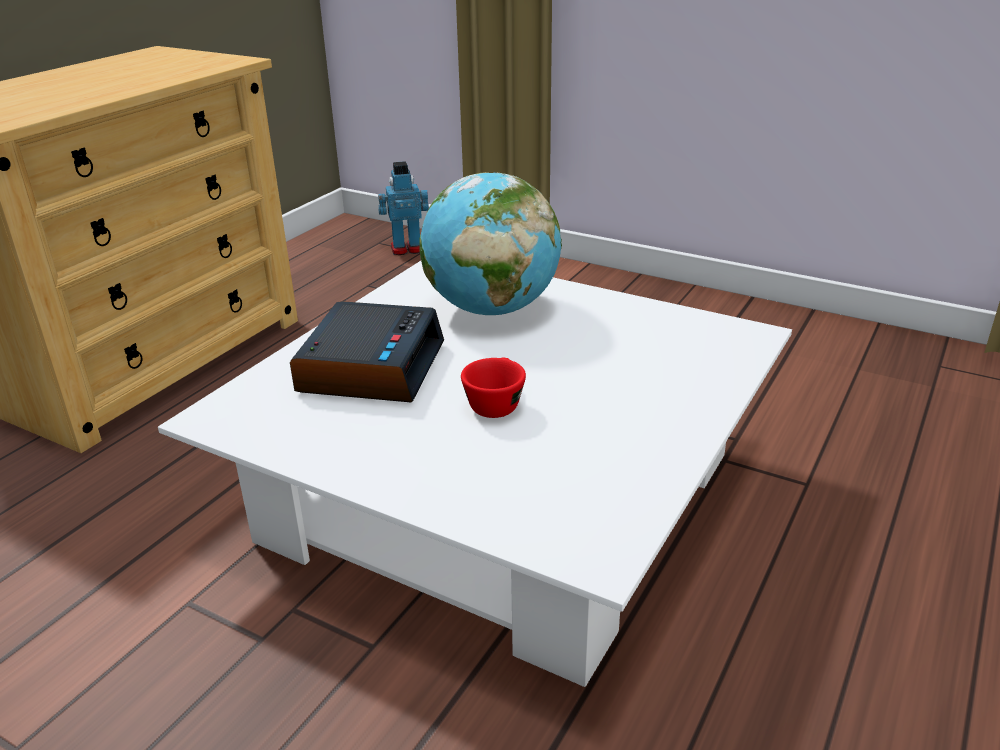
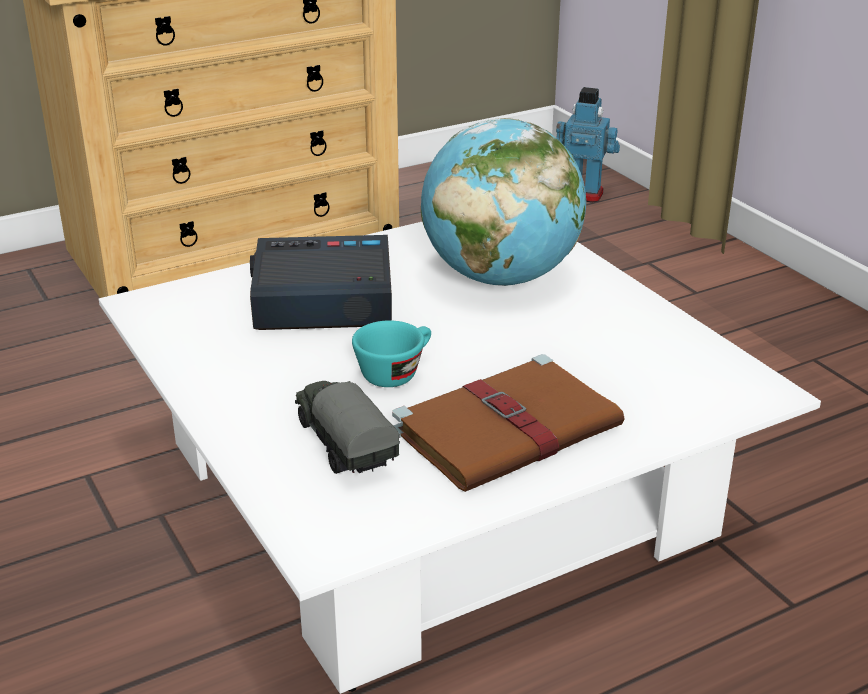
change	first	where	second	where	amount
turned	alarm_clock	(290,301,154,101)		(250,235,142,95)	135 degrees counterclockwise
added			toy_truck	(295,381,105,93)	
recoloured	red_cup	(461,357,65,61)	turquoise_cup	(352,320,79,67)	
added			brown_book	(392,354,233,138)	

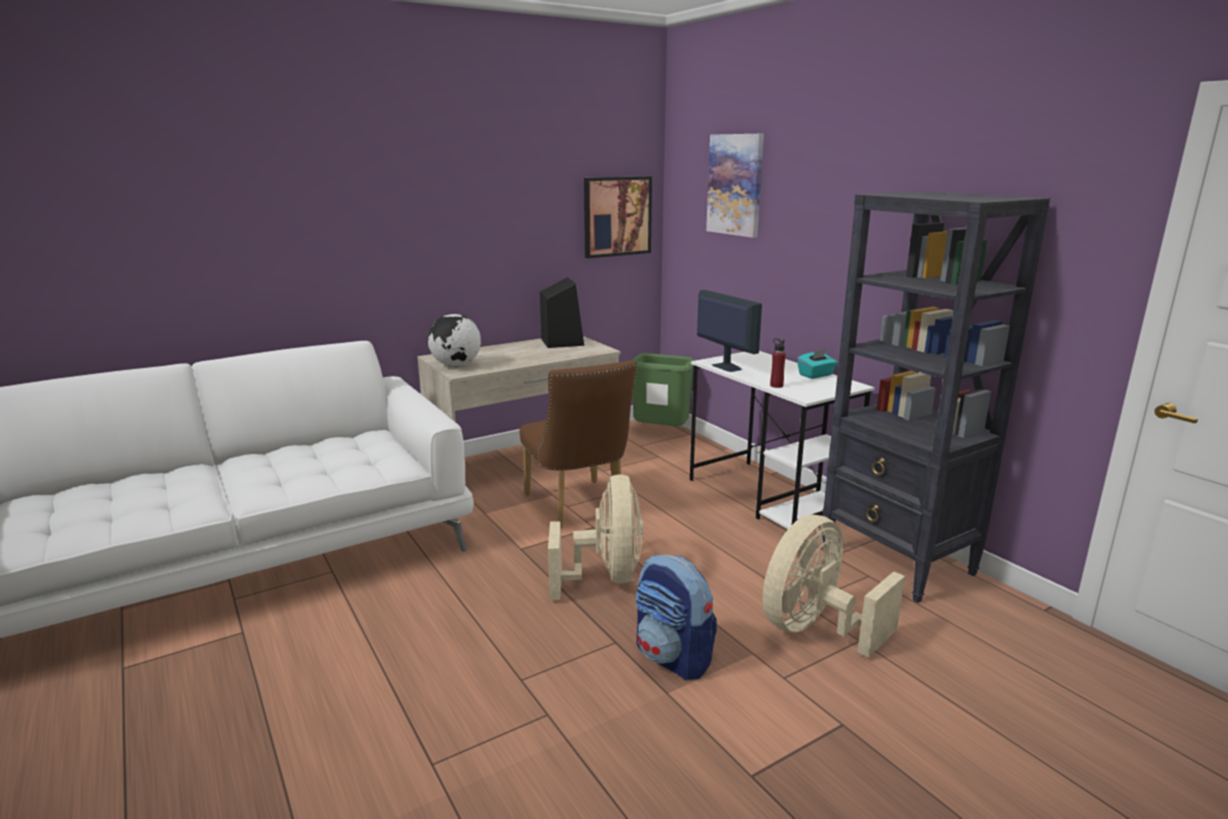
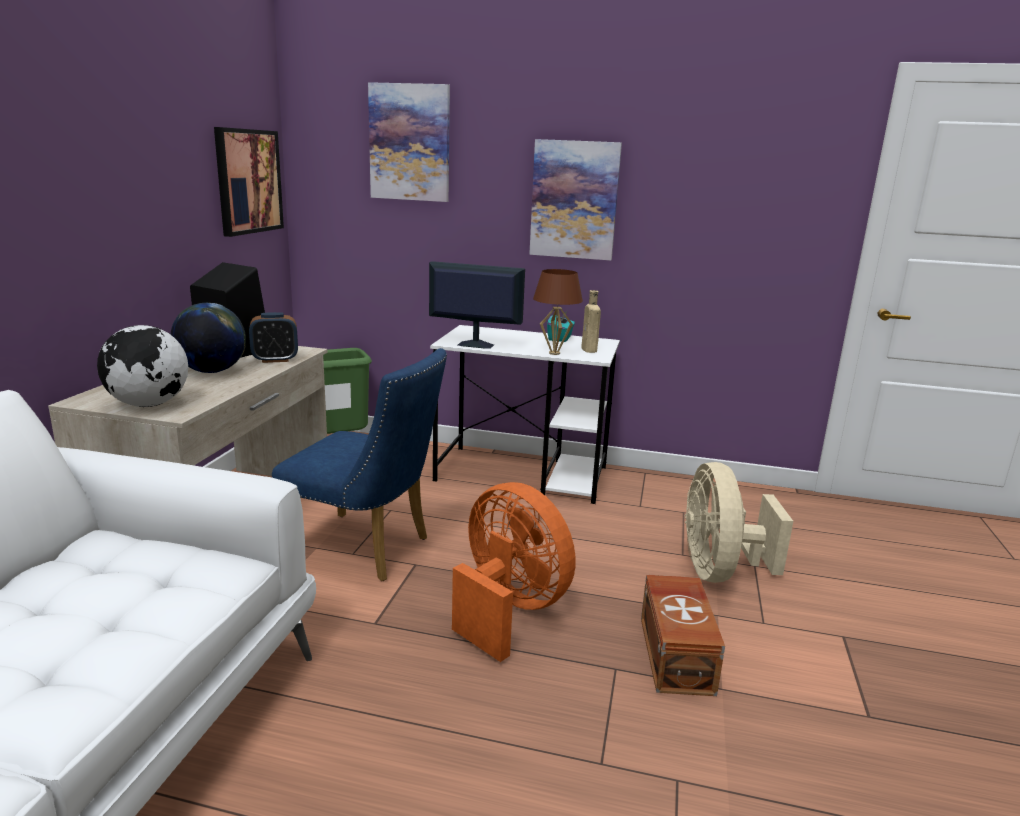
change	first	where	second	where	amount
added			globe	(171,303,75,70)	
added			alarm_clock	(249,312,49,51)	
recoloured	brown_chair	(519,360,118,168)	blue_chair	(272,348,175,233)	
recoloured	beige_fan	(548,475,95,125)	orange_fan	(452,482,124,180)	
added			picture	(529,139,93,121)	
replaced	red_bottle	(770,338,16,50)	brown_table_lamp	(533,269,50,86)	
added			beige_bottle	(581,290,20,63)	
replaced	backpack	(636,555,81,125)	brown_storage_box	(641,575,84,121)	
removed	black_bookcase	(821,191,229,412)			

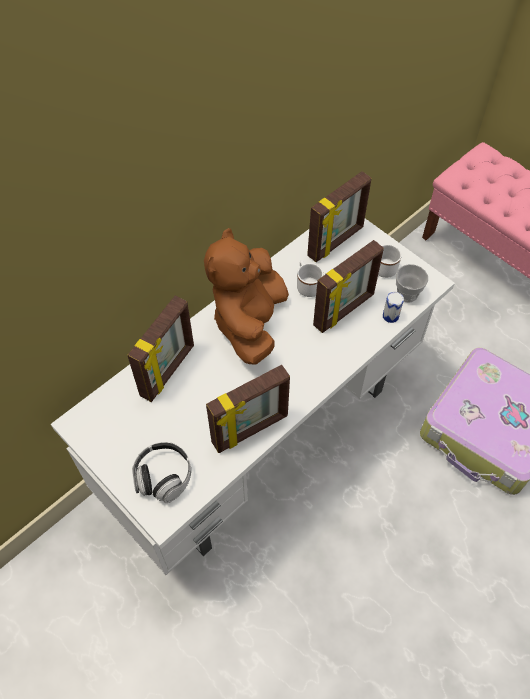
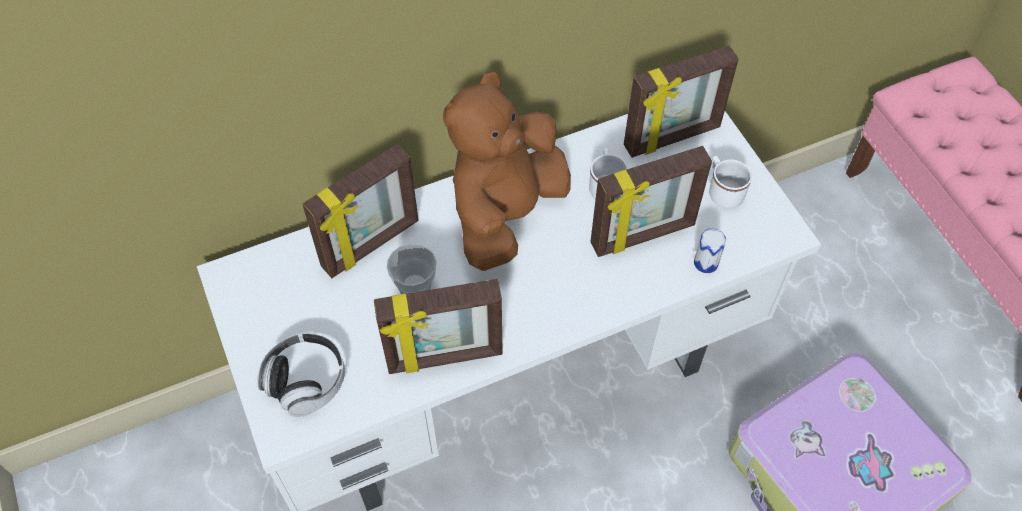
change	first	where	second	where	amount
moved	cup	(396,264,32,39)		(387,244,50,50)	

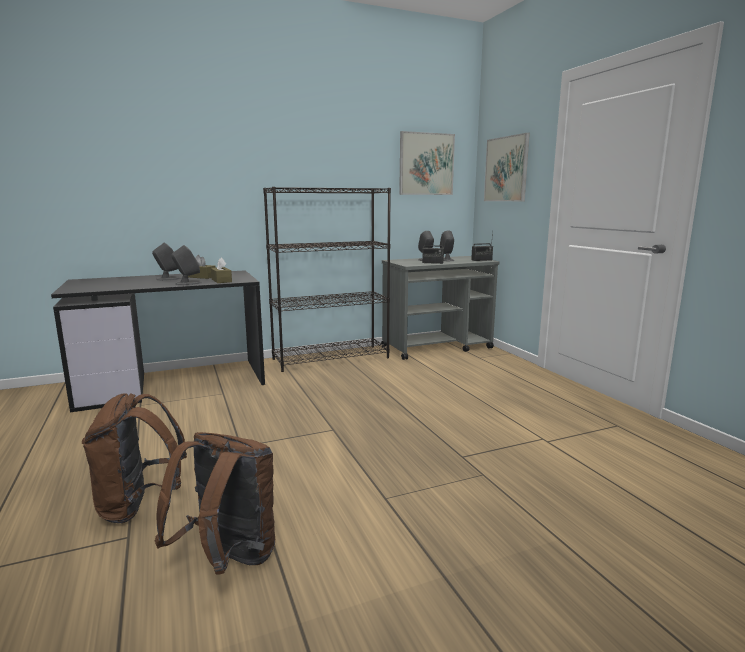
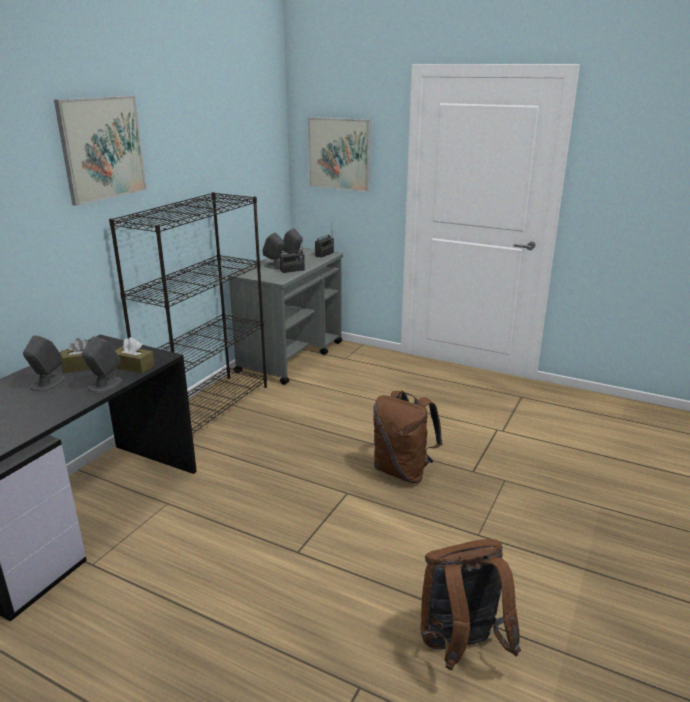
change	first	where	second	where	amount
moved	picture	(399,131,56,64)		(54,96,93,110)	
moved	brown_backpack	(82,393,105,130)		(373,390,69,93)	

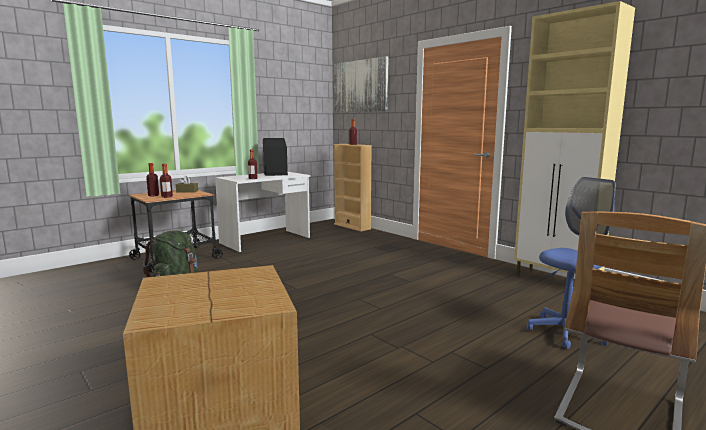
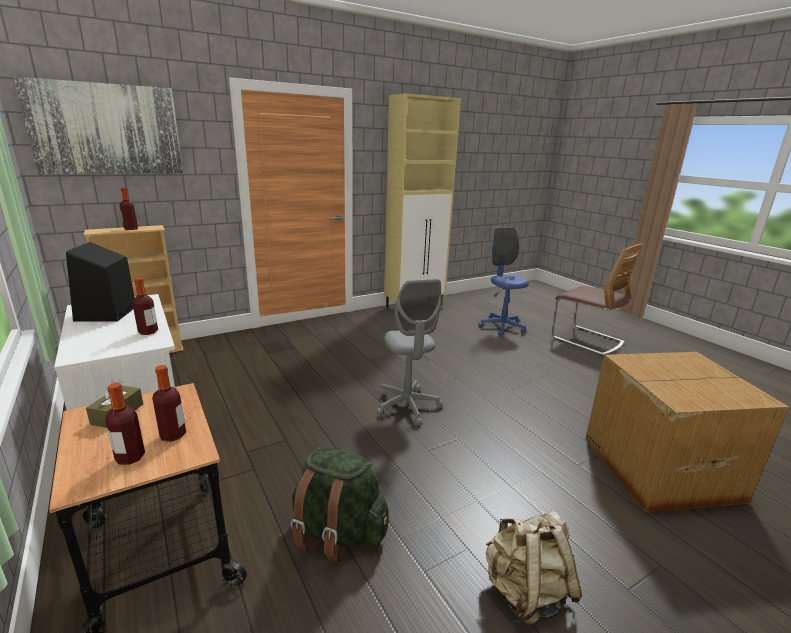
change	first	where	second	where	amount
added			grey_office_chair	(376,279,67,147)	
added			beige_backpack	(486,511,96,114)	

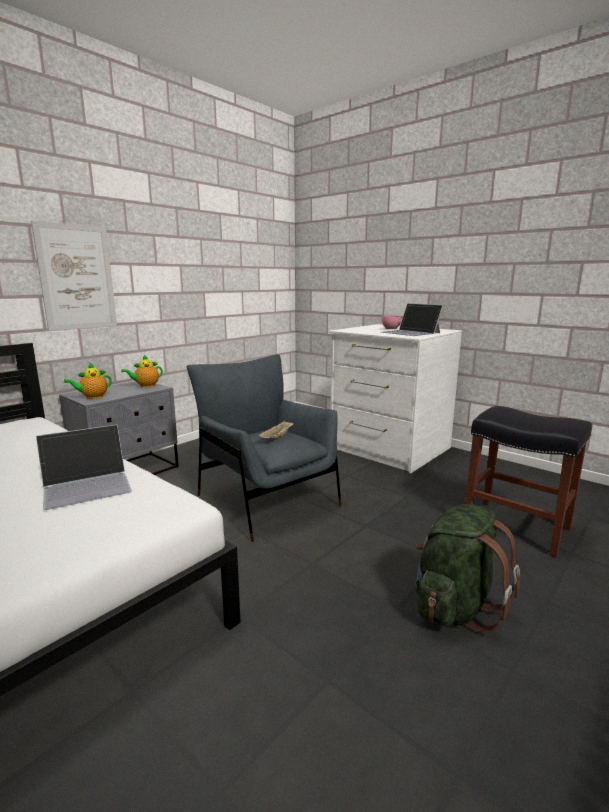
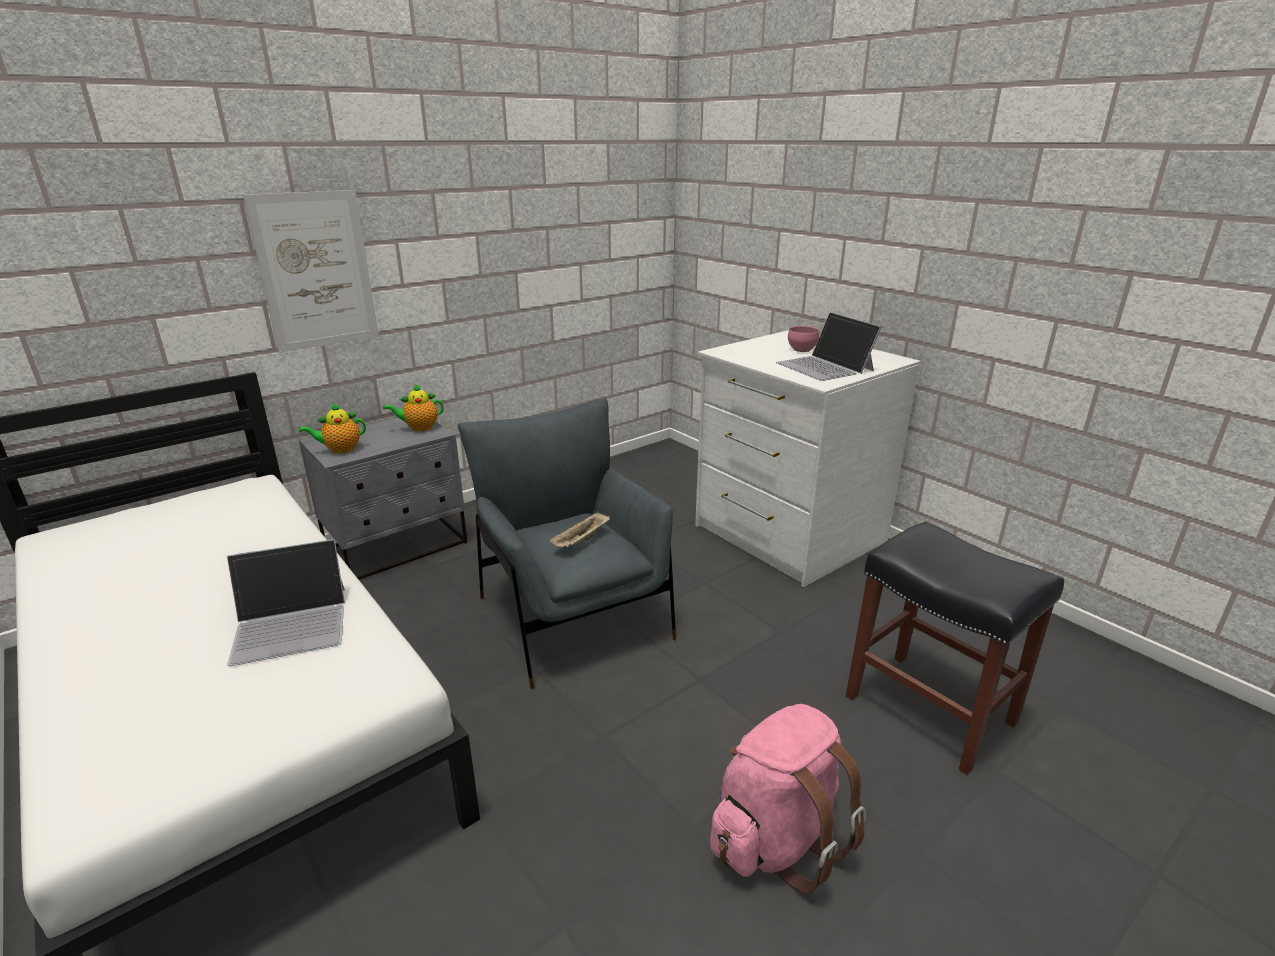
change	first	where	second	where	amount
recoloured	green_backpack	(415,504,105,130)	pink_backpack	(710,704,156,189)	

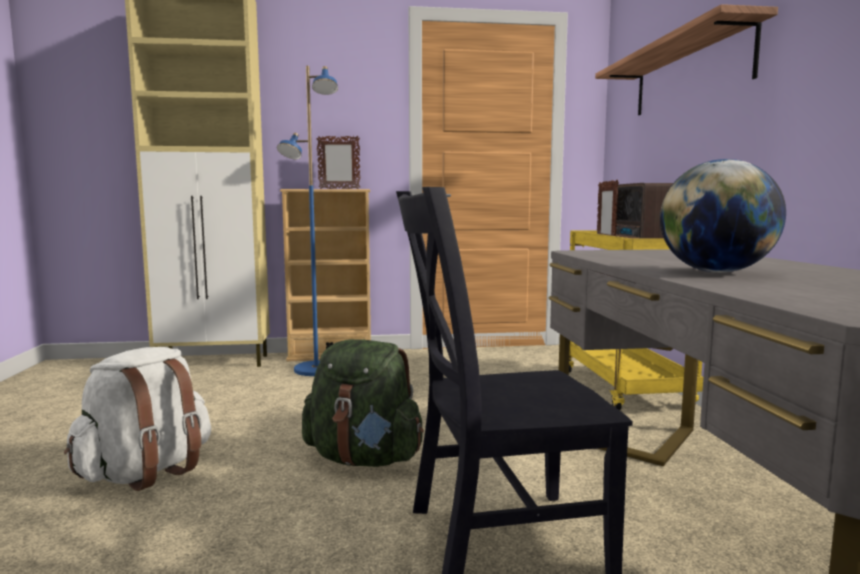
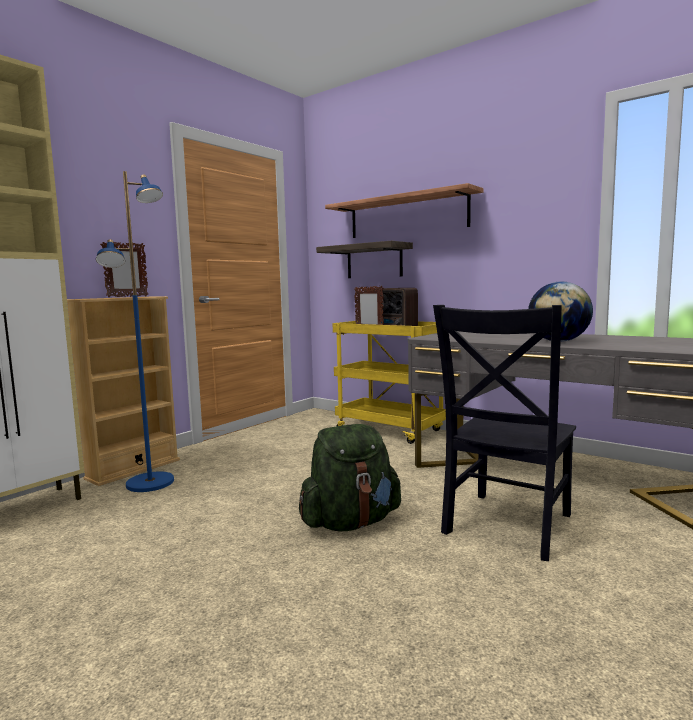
change	first	where	second	where	amount
added			shelf	(316,241,97,37)	
removed	white_backpack	(64,347,147,144)			

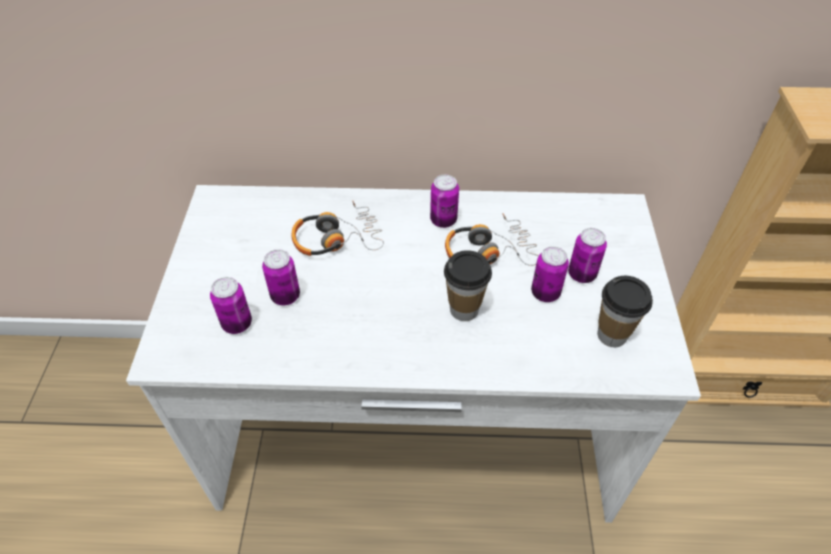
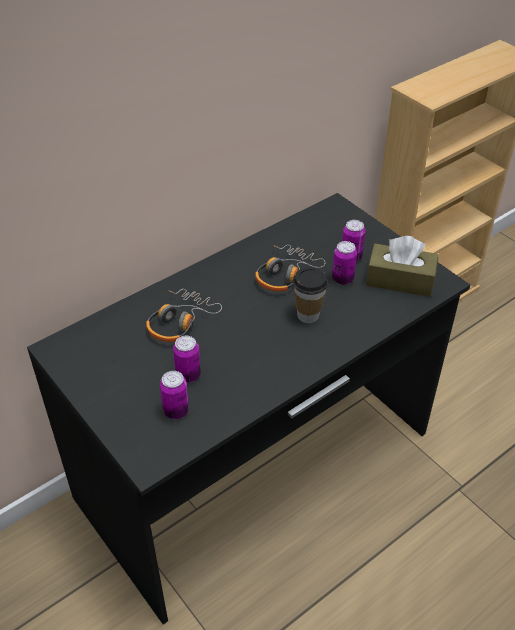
change	first	where	second	where	amount
recoloured	white_desk	(126,185,575,338)	black_desk	(27,193,443,431)	
replaced	cup	(597,276,56,71)	brown_tissue_box	(366,236,73,61)	
removed	can	(430,175,29,53)			

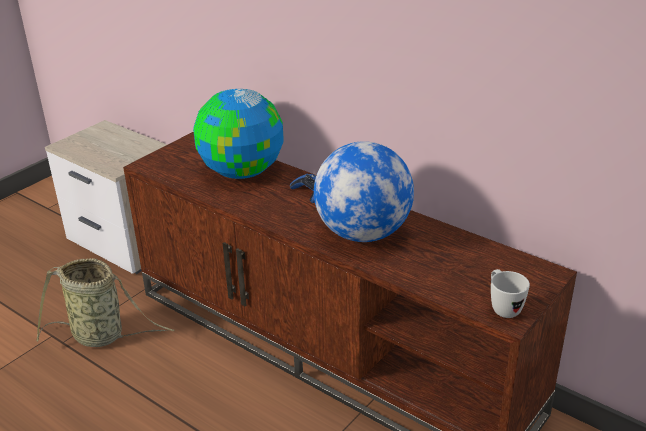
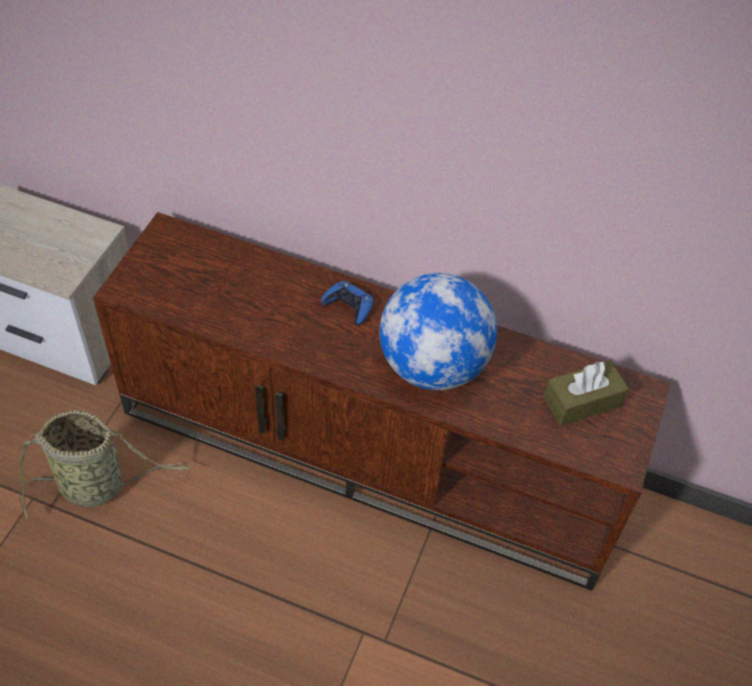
change	first	where	second	where	amount
added			brown_tissue_box	(544,361,85,65)	
removed	globe	(193,89,91,90)			
removed	white_mug	(491,269,39,49)			

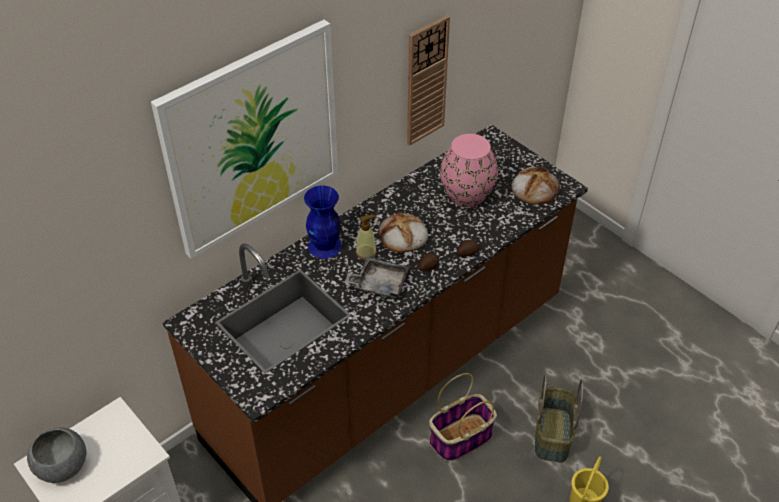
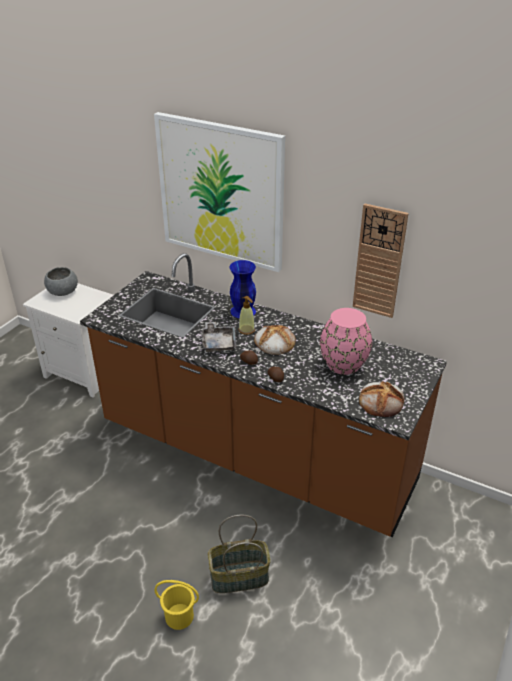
change	first	where	second	where	amount
removed	basket	(429,373,68,88)			

